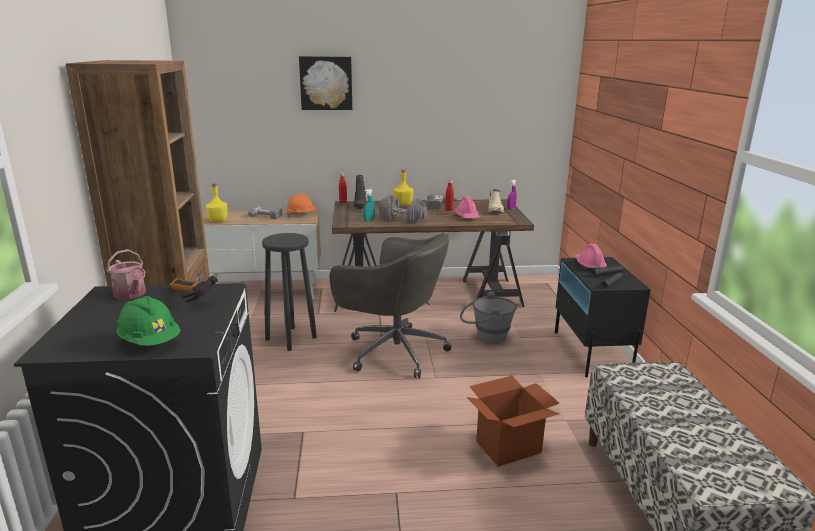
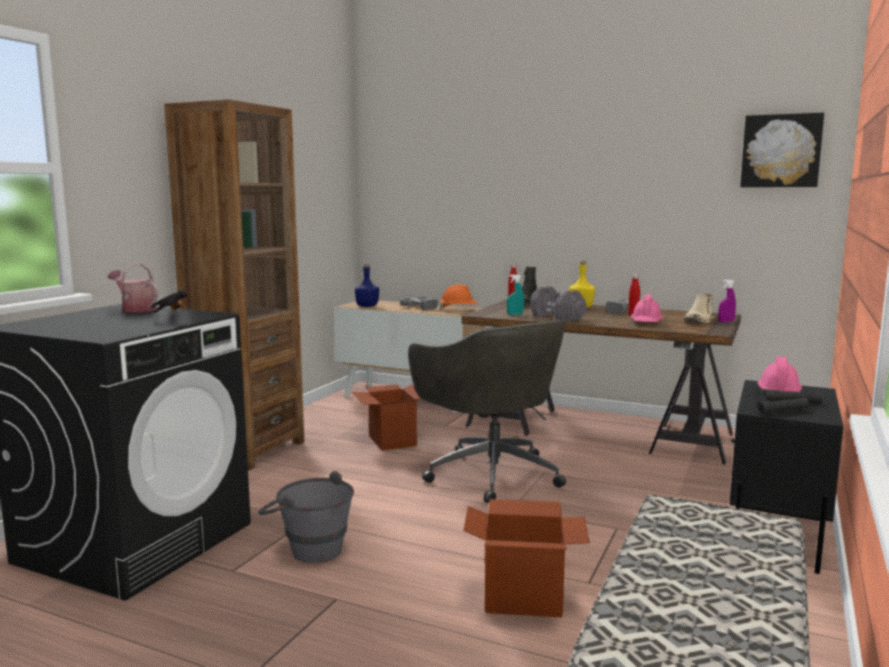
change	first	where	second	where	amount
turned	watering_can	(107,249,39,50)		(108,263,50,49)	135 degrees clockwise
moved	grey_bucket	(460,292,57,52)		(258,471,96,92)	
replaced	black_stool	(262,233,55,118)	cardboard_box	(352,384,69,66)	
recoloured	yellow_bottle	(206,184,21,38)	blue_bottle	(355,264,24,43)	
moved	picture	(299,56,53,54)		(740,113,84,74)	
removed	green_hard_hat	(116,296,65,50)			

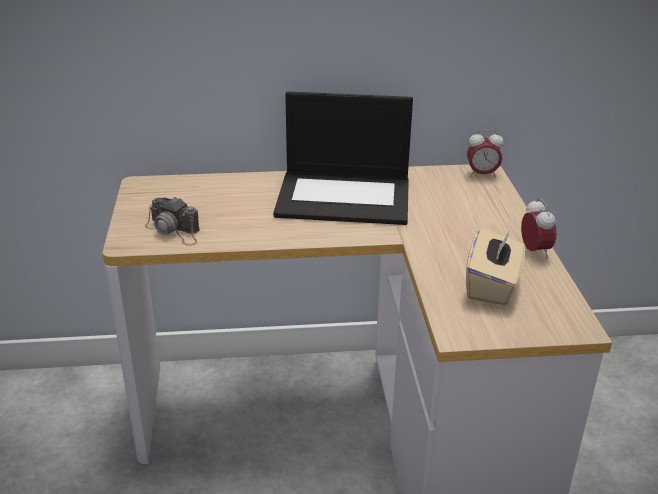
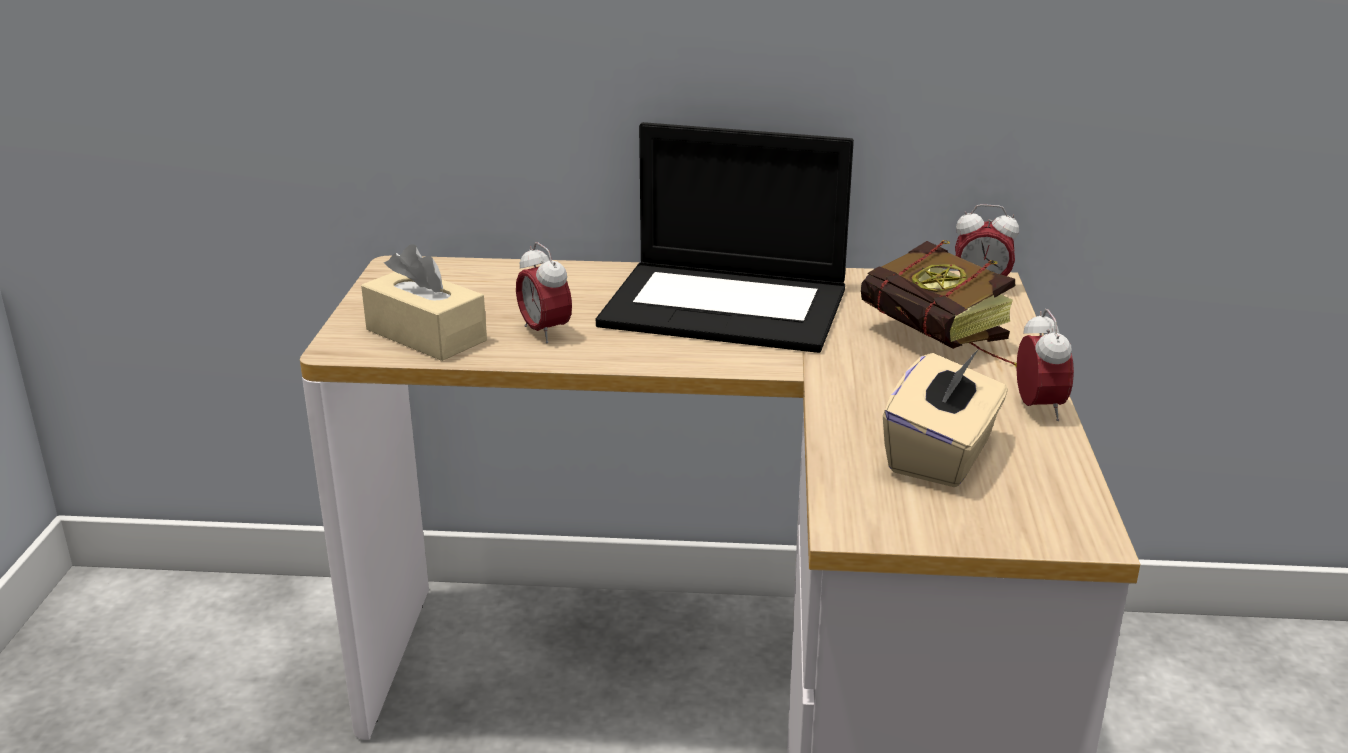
change	first	where	second	where	amount
replaced	photo_camera	(145,196,55,50)	beige_tissue_box	(361,244,126,117)	
added			alarm_clock	(516,242,56,101)	
added			book	(861,240,156,127)	

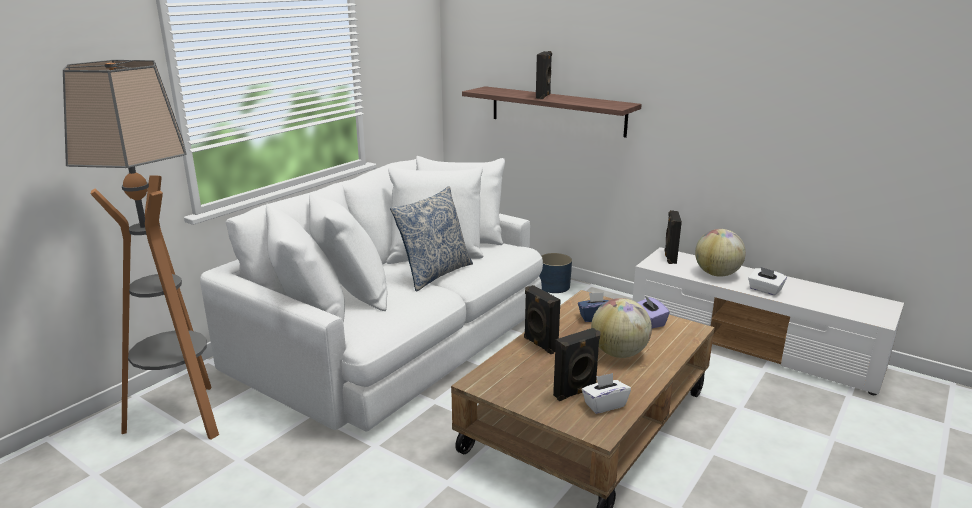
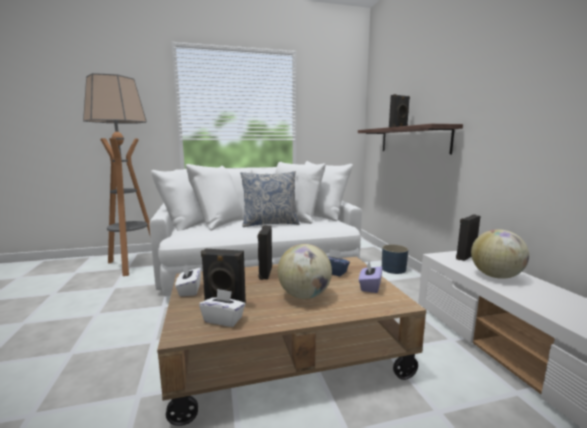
change	first	where	second	where	amount
moved	white_tissue_box	(748,267,39,29)		(175,265,26,31)	

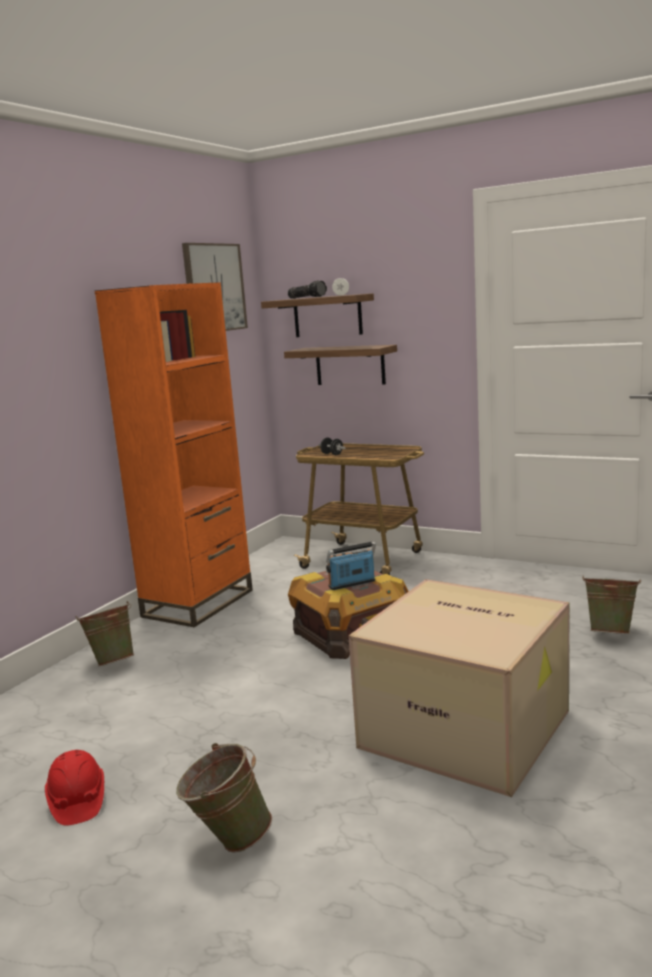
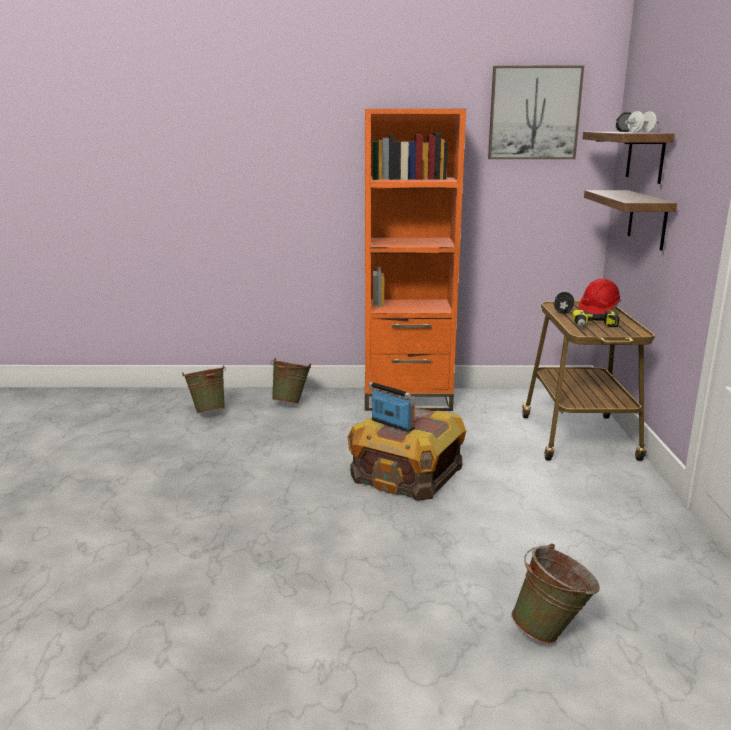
change	first	where	second	where	amount
moved	green_bucket	(176,743,96,110)		(182,365,44,48)	
added			power_drill	(572,309,47,20)	
moved	red_hard_hat	(45,750,59,75)		(578,279,43,35)	
removed	cardboard_box	(348,579,221,218)			

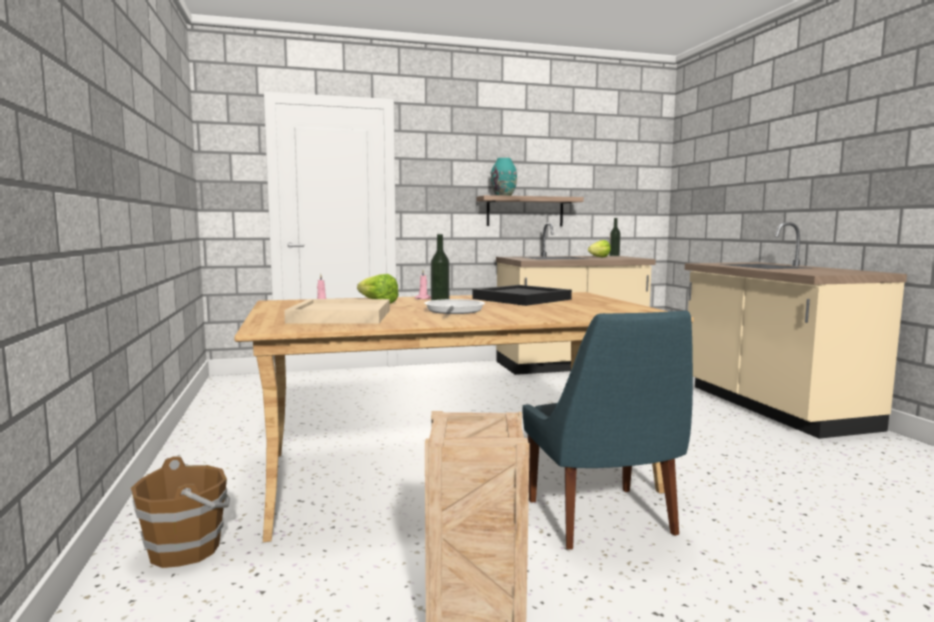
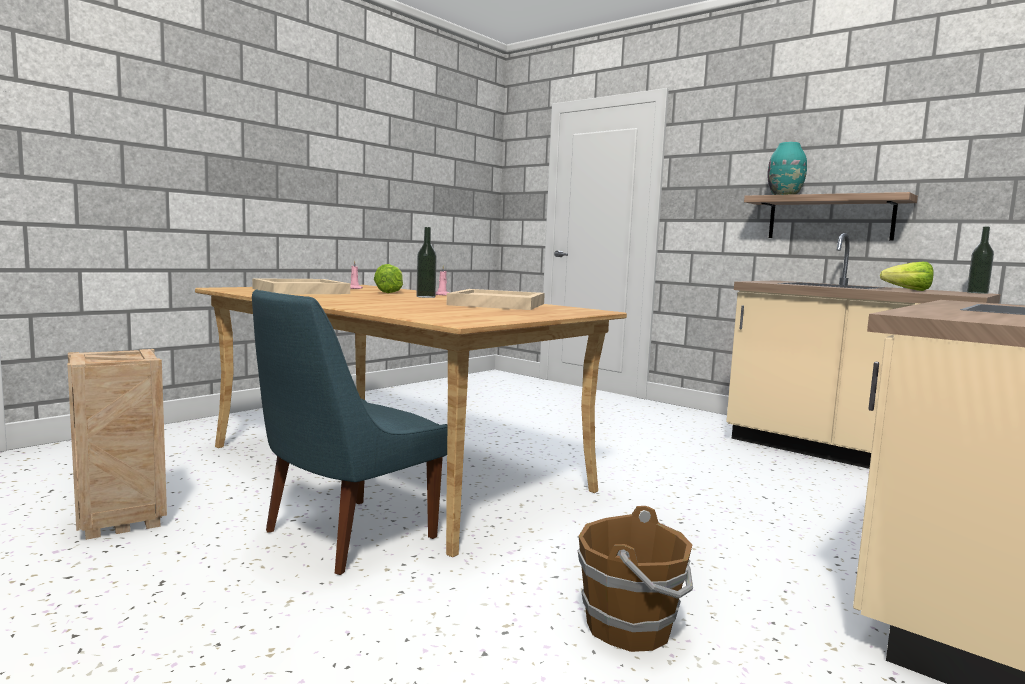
change	first	where	second	where	amount
recoloured	black_tray	(472,285,100,21)	beige_tray	(447,289,98,21)	
moved	brown_bucket	(131,457,99,111)		(578,506,115,146)	
removed	frying_pan	(424,299,61,15)			

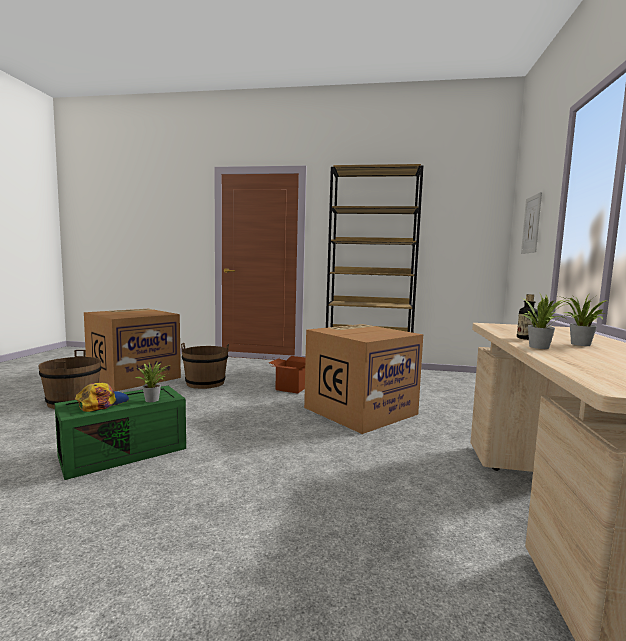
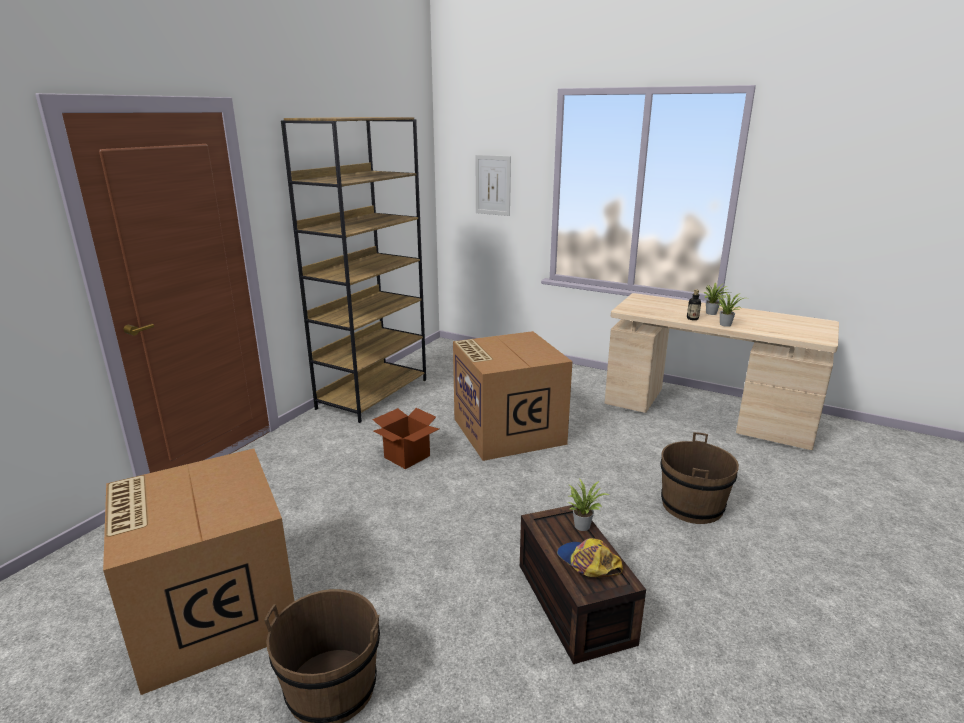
change	first	where	second	where	amount
recoloured	green_storage_box	(55,386,131,94)	brown_storage_box	(520,504,126,160)	
moved	brown_bucket	(181,343,48,46)		(661,432,78,92)	

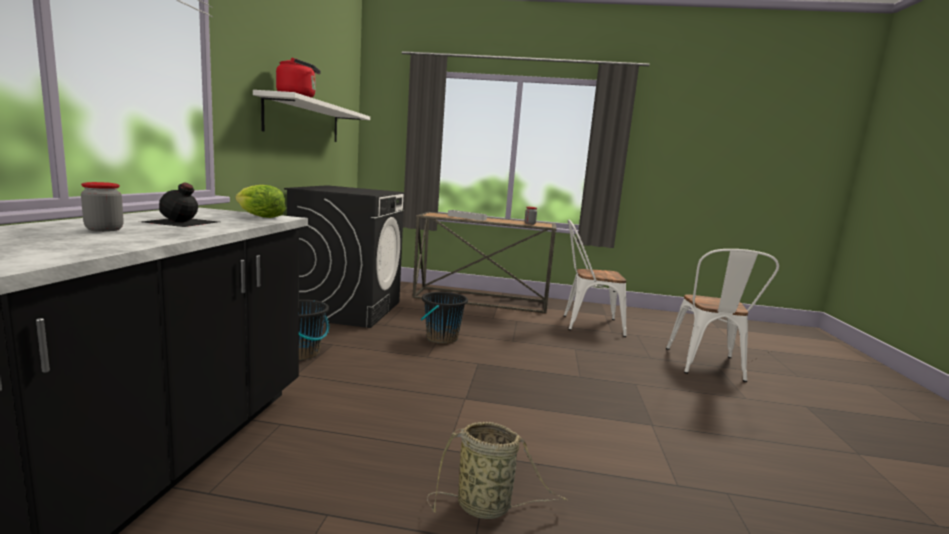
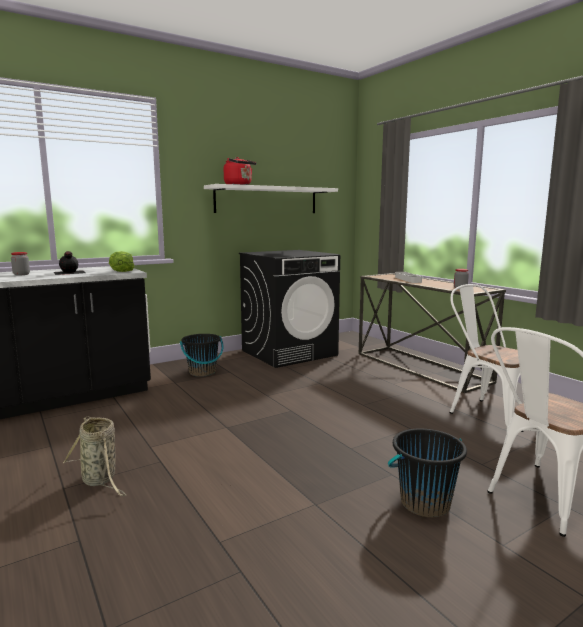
change	first	where	second	where	amount
moved	black_bucket	(421,292,47,52)		(388,429,79,88)	

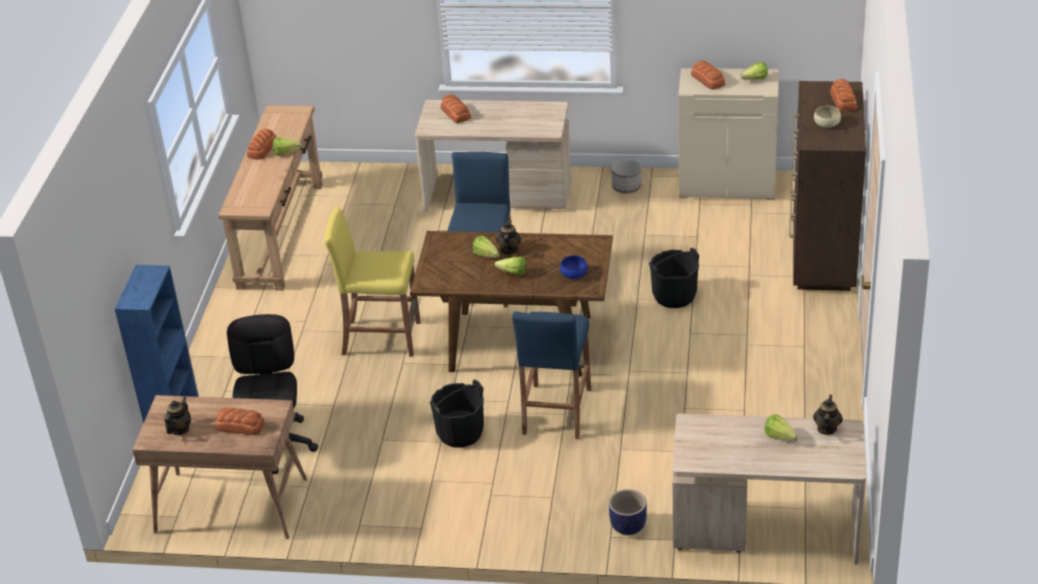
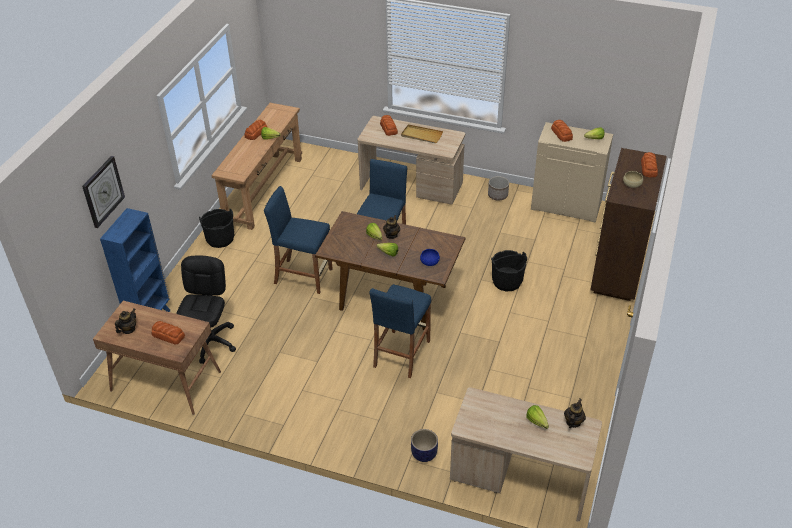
change	first	where	second	where	amount
added			wall_clock	(82,156,43,72)	
moved	black_bucket	(430,380,54,67)		(199,209,36,39)	
recoloured	yellow_stool	(325,207,96,150)	blue_stool	(264,186,69,108)	
added			beige_tray	(401,124,42,19)	

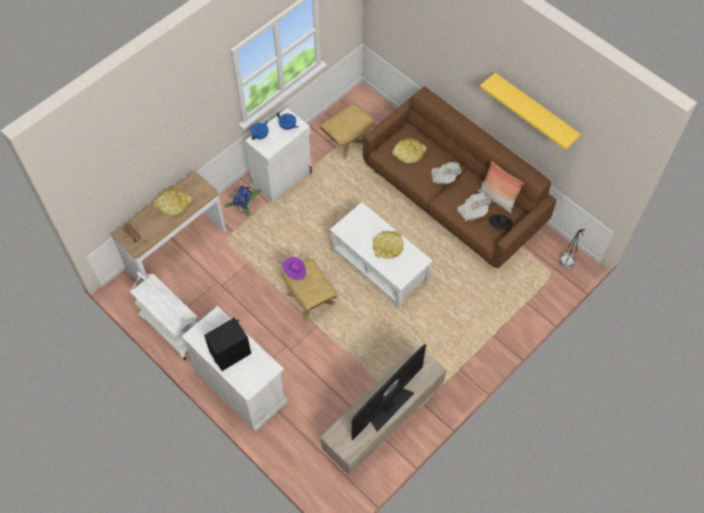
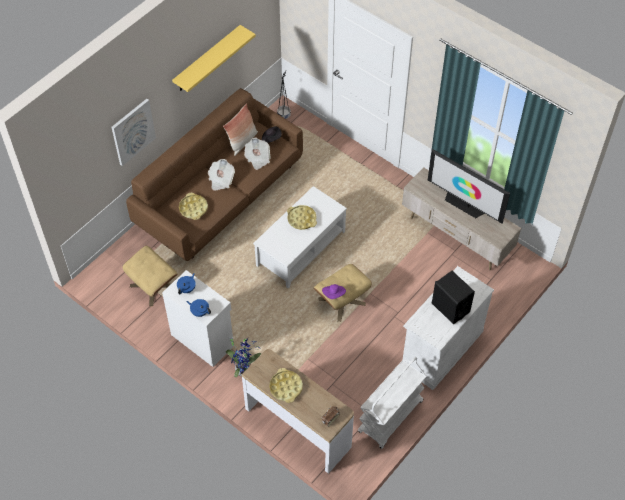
change	first	where	second	where	amount
added			picture	(112,99,44,67)	

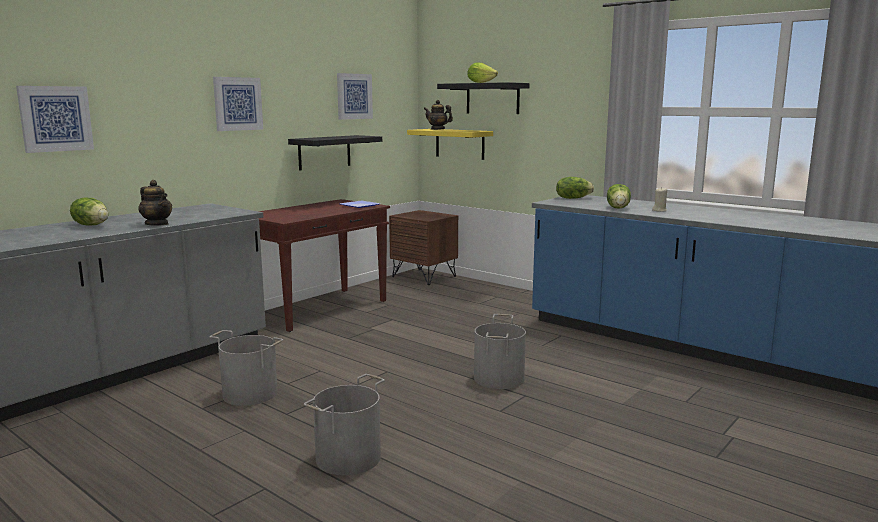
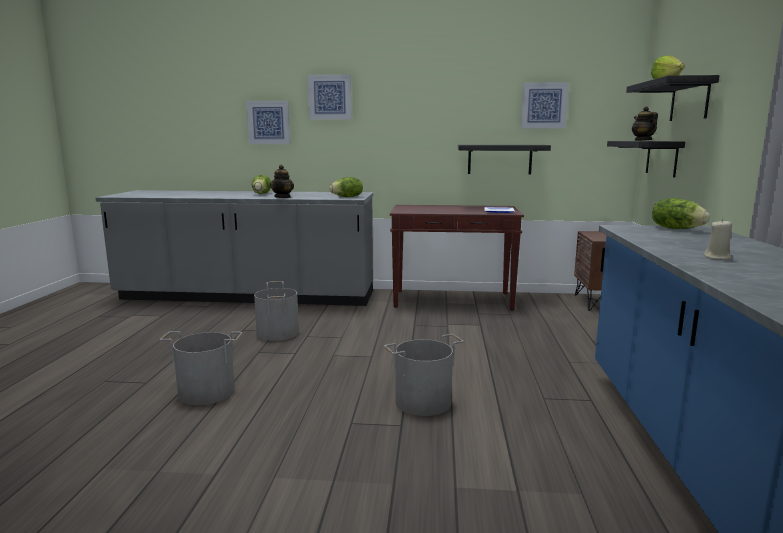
change	first	where	second	where	amount
moved	picture	(213,77,50,54)		(308,74,43,46)	
moved	lettuce	(607,184,24,25)		(329,177,34,20)	
recoloured	yellow_shelf	(407,129,86,31)	black_shelf	(607,141,78,37)	

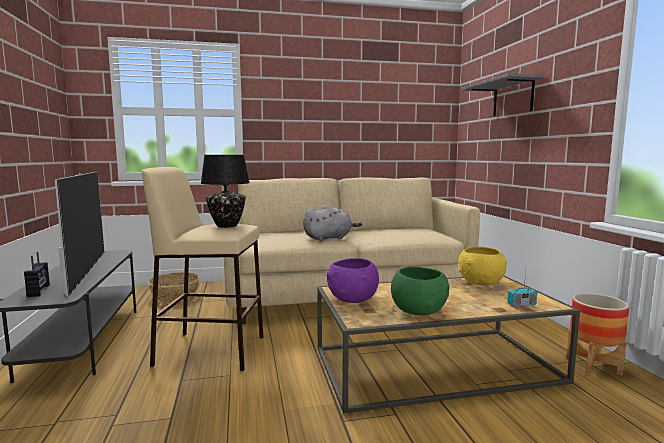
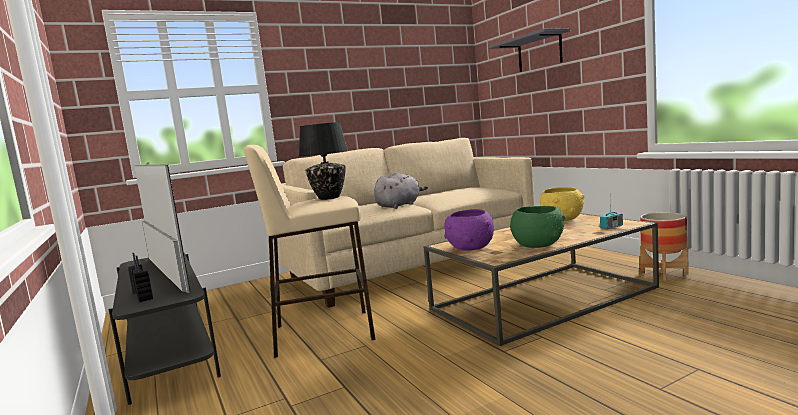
change	first	where	second	where	amount
removed	basket	(148,272,52,30)			

